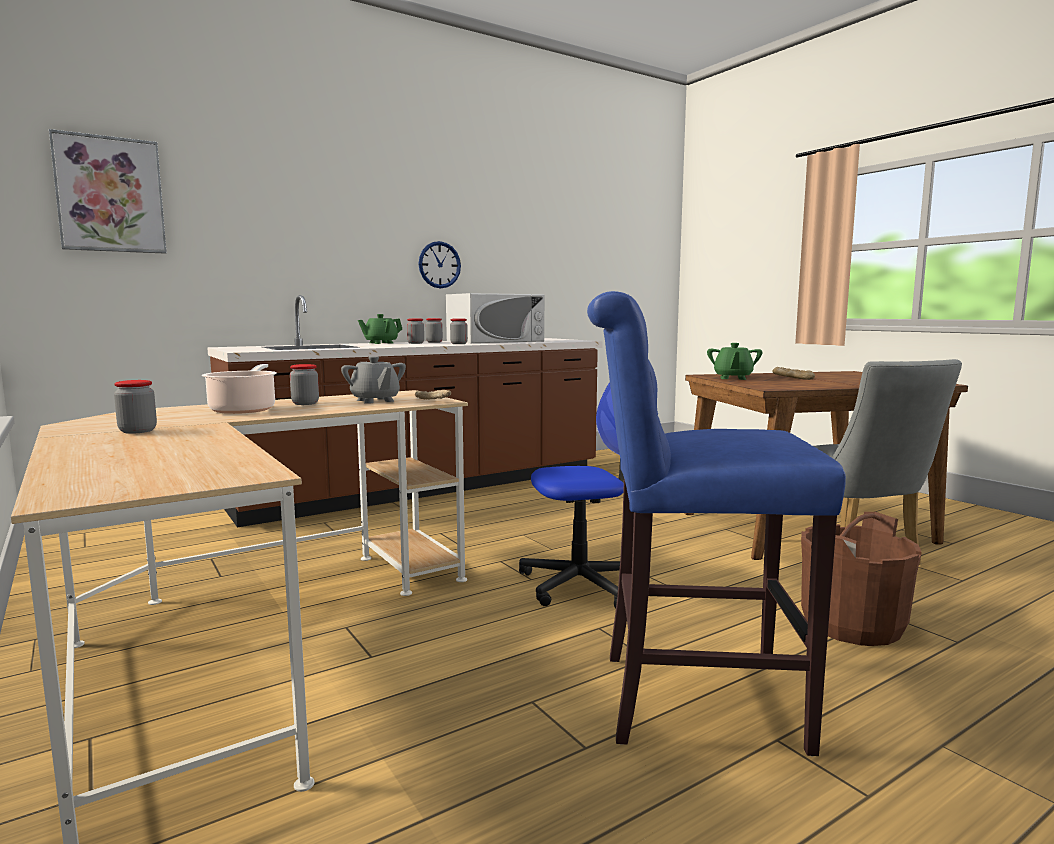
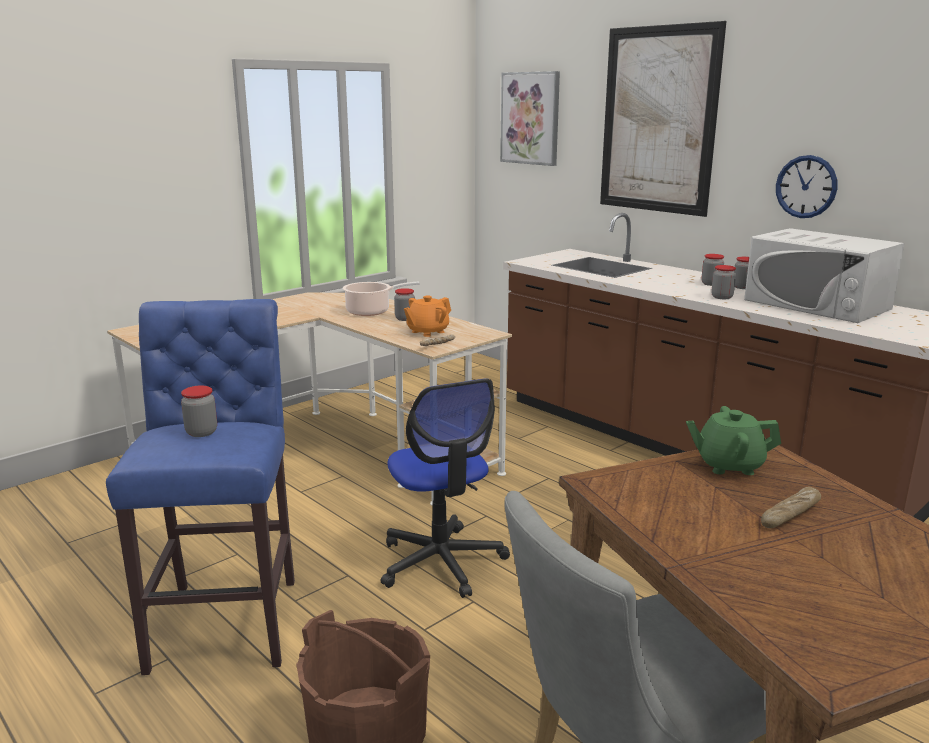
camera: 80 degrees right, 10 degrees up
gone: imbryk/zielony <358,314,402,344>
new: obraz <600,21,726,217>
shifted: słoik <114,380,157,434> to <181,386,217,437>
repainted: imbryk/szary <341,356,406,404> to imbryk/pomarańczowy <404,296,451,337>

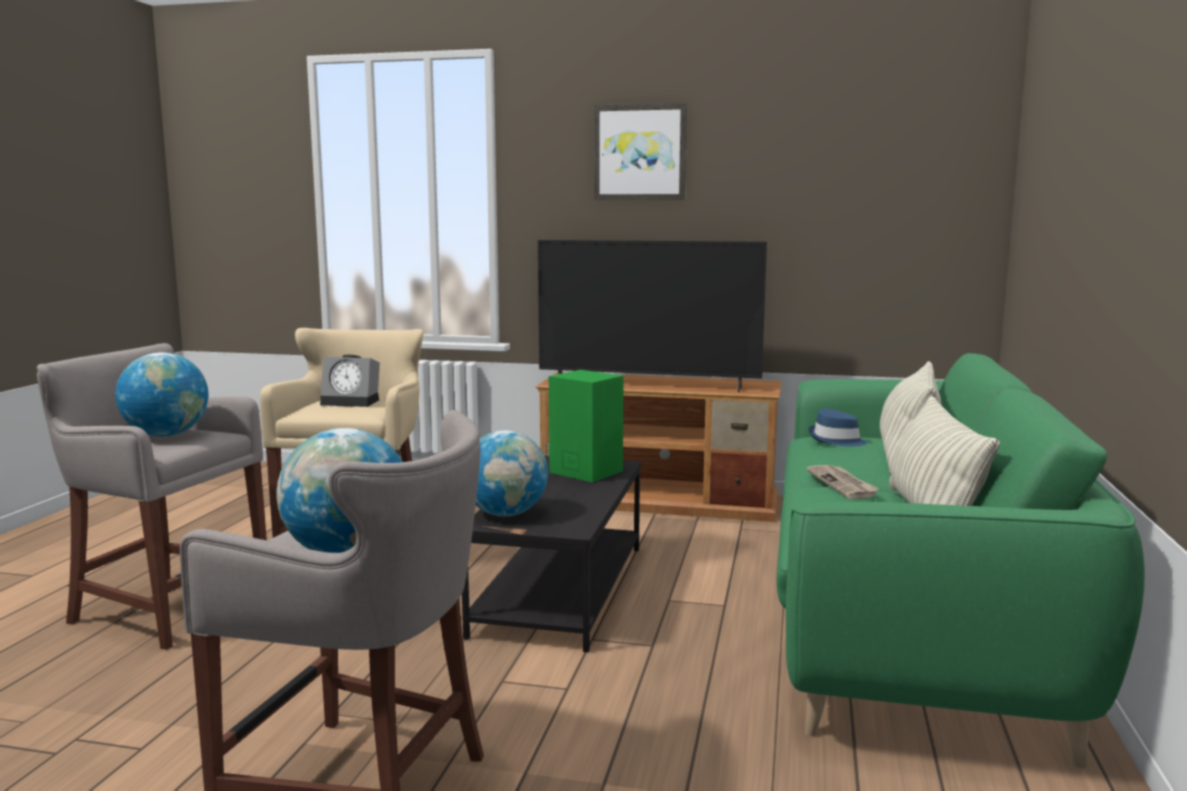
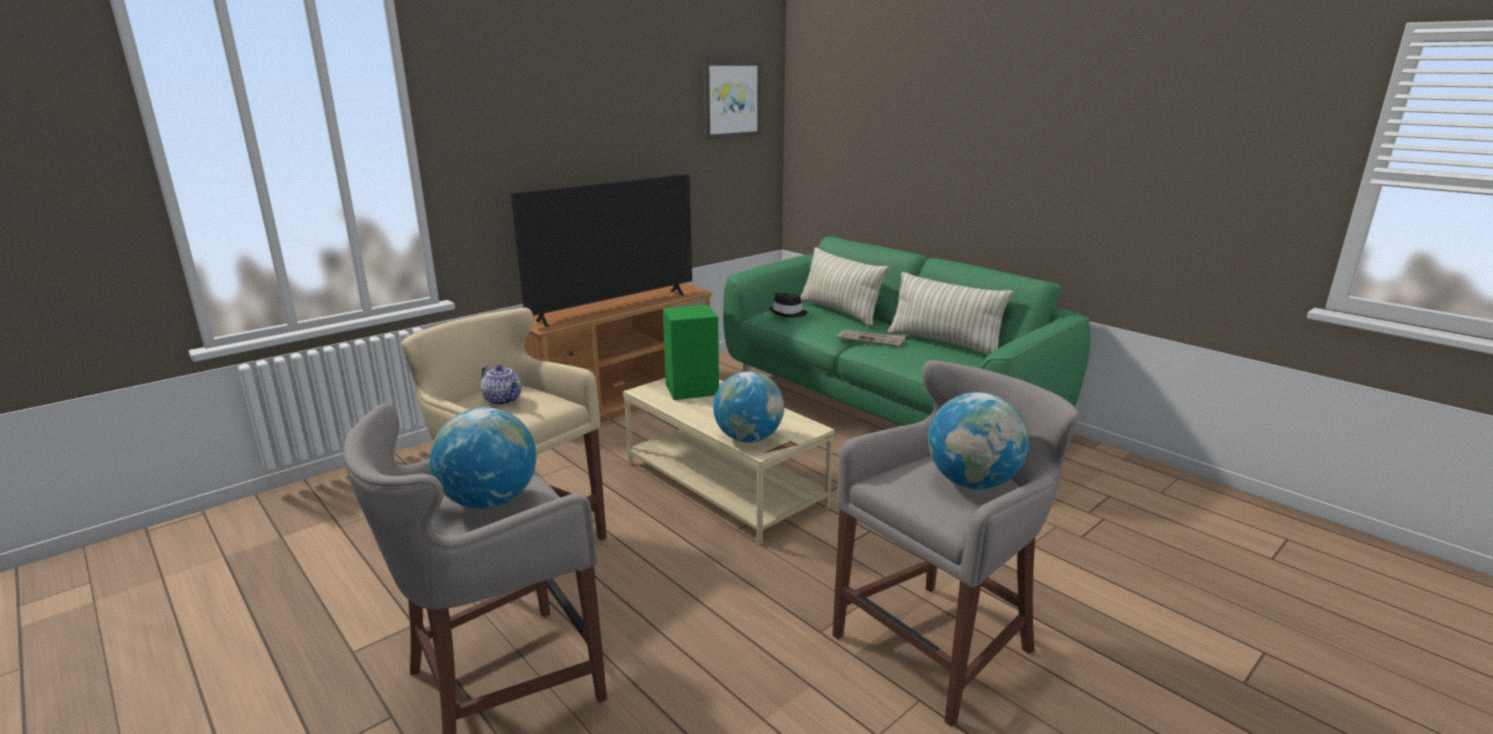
camera: 55 degrees left, 10 degrees up
shifted: obraz <594,103,687,200> to <704,61,761,139>
swapped: budzik <320,355,380,407> to imbryk <481,365,521,405>
repainted: ława/czarny <462,456,641,653> to ława/beżowy <623,378,835,545>; kapelusz/niebieski <809,408,867,447> to kapelusz/czarny <769,293,808,317>

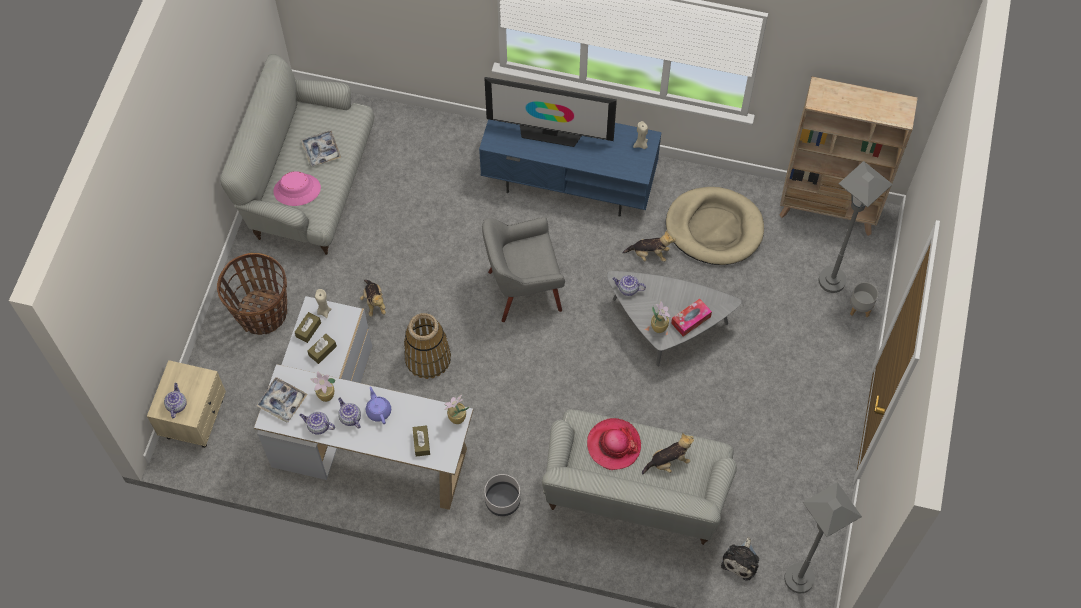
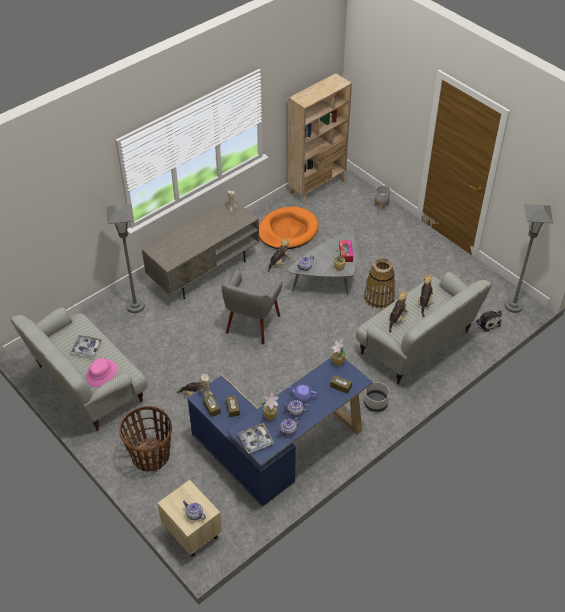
camera: 55 degrees left, 15 degrees down
gone: telewizor <484,77,617,147>
shifted: koszyk <404,313,451,379> to <364,258,395,309>; lampa stojąca/szary <819,161,893,293> to <106,204,145,313>
swapped: kapelusz <587,418,641,470> to pluszak <388,291,408,333>
repainted: biurko/biały <254,296,473,510> to biurko/niebieski <187,357,373,507>; szafka pod telewizor/niebieski <479,119,662,217> to szafka pod telewizor/szary <142,199,259,299>; legowisko/beżowy <666,187,764,265> to legowisko/pomarańczowy <259,207,318,249>

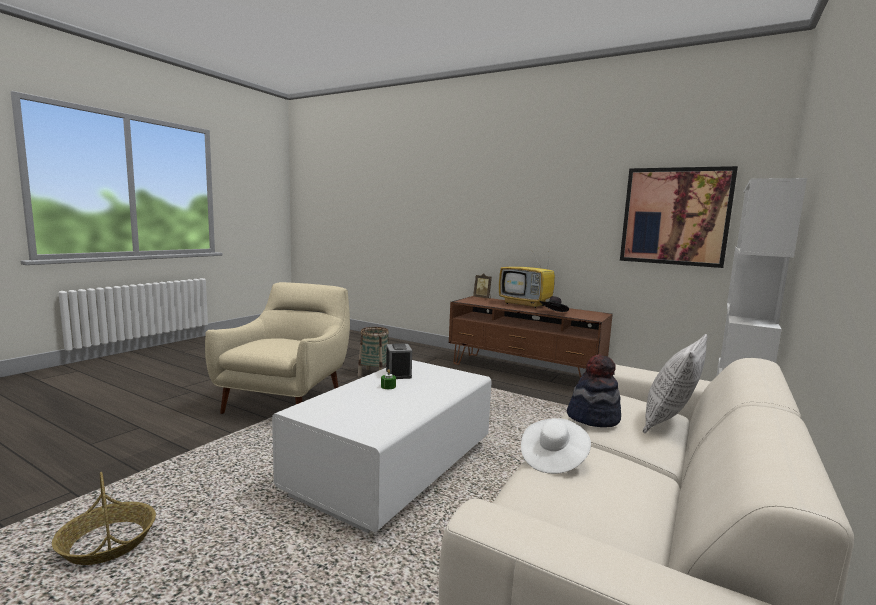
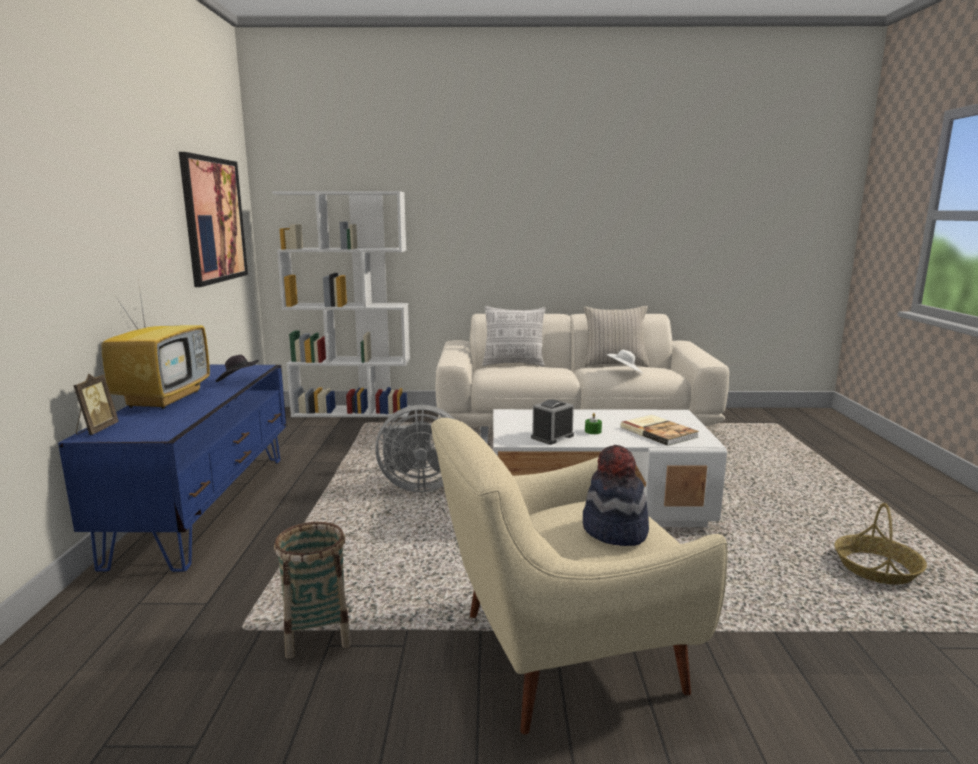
camera: 120 degrees left, 5 degrees up
new: wentylator/szary <375,405,454,492>; poduszka/beżowy <583,306,649,367>; książka <620,415,699,446>
shifted: kapelusz <567,354,621,427> to <583,445,649,546>
repainted: szafka pod telewizor/brązowy <449,296,613,378> to szafka pod telewizor/niebieski <58,365,286,572>

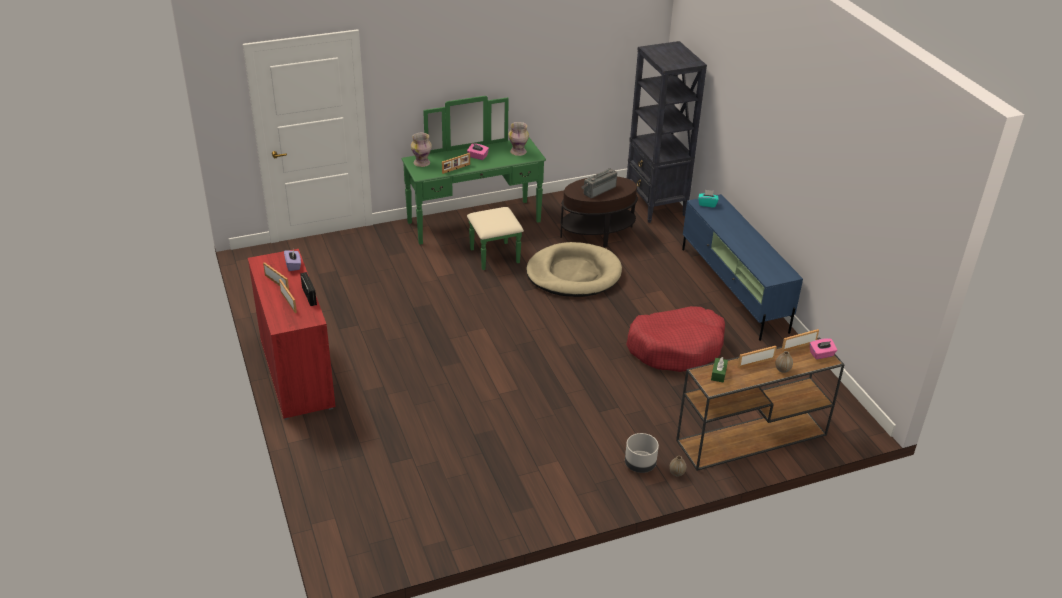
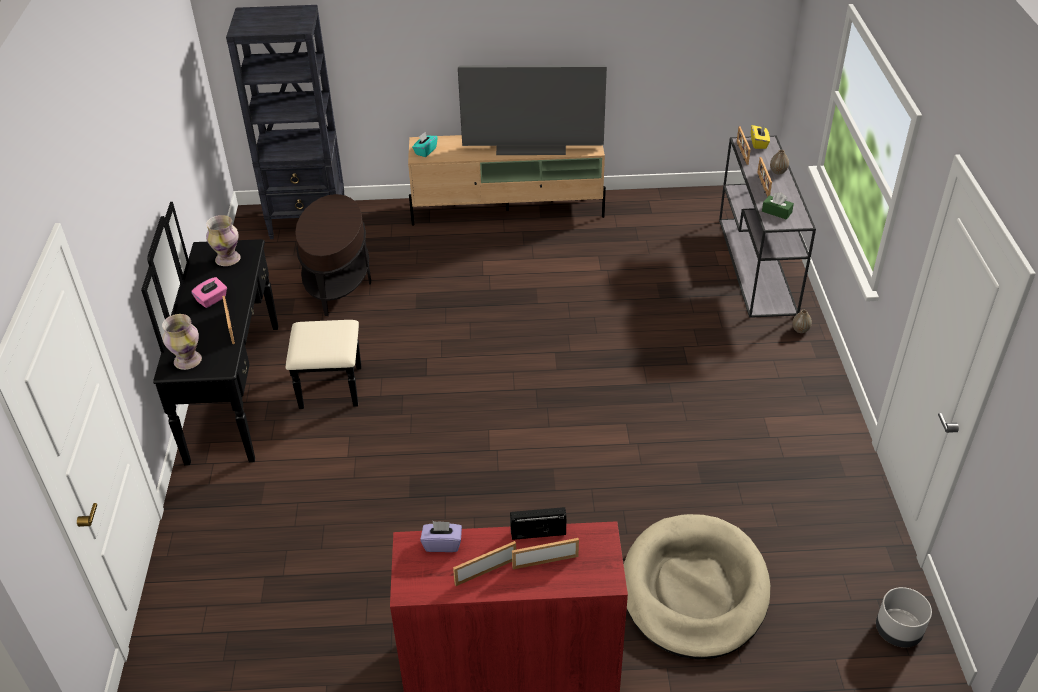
camera: 70 degrees left, 5 degrees up
gone: radio <582,168,617,198>; legowisko/czerwony <626,306,725,372>
new: telewizor <458,65,607,155>
shifted: legowisko/beżowy <526,242,622,297> to <624,514,770,660>; donica/szary <625,433,659,473> to <876,587,932,647>
repainted: komoda/zielony <402,96,546,270> to komoda/czarny <141,202,361,466>; stolik konsolowy/brązowy <676,337,845,471> to stolik konsolowy/szary <719,135,816,318>; szafka pod telewizor/niebieski <682,194,803,341> to szafka pod telewizor/beżowy <408,135,606,226>; pudełko chusteczek/różowy <810,338,837,359> to pudełko chusteczek/żółty <751,124,770,149>

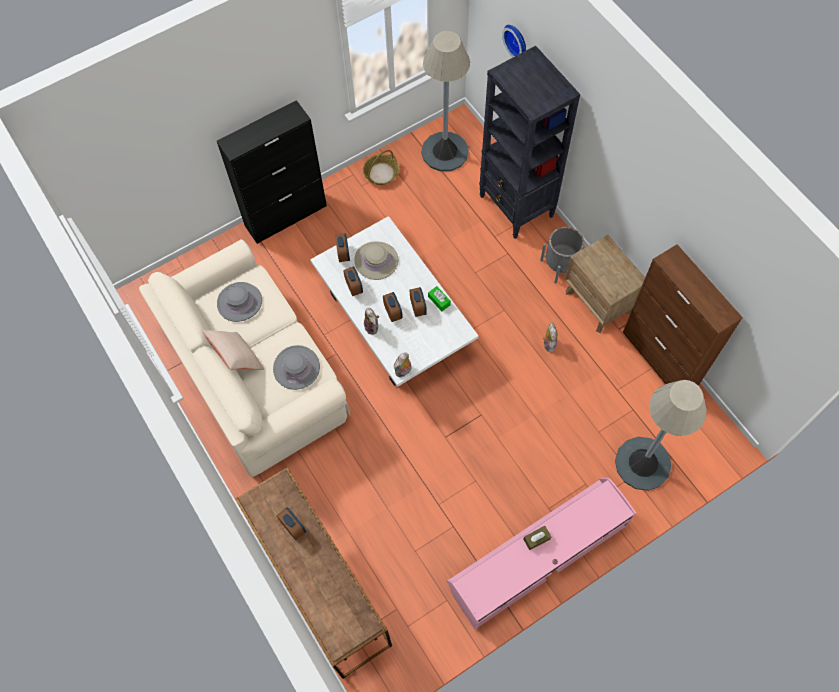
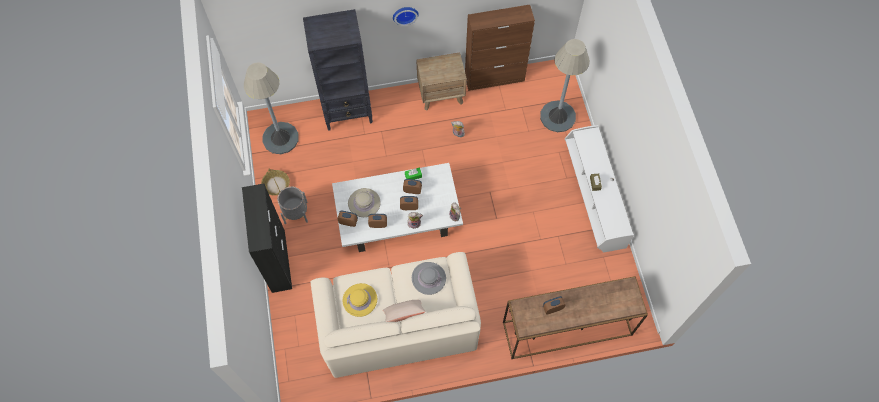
camera: 70 degrees left, 0 degrees up
shifted: zegar ścienny <502,25,526,57> to <393,7,419,26>; donica/szary <540,227,584,283> to <277,186,308,224>
repainted: kapelusz/szary <217,282,262,322> to kapelusz/żółty <343,283,377,317>; szafka pod telewizor/różowy <447,478,636,629> to szafka pod telewizor/biały <565,125,634,253>

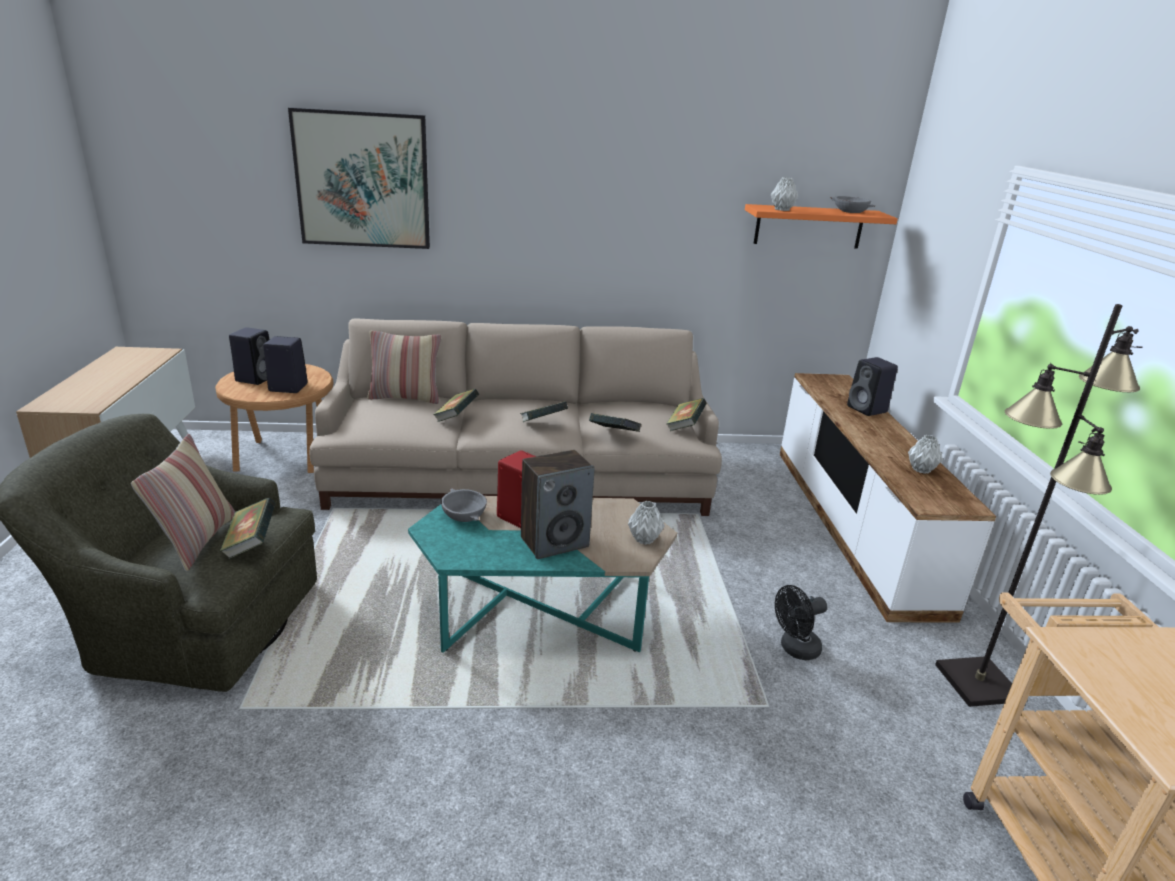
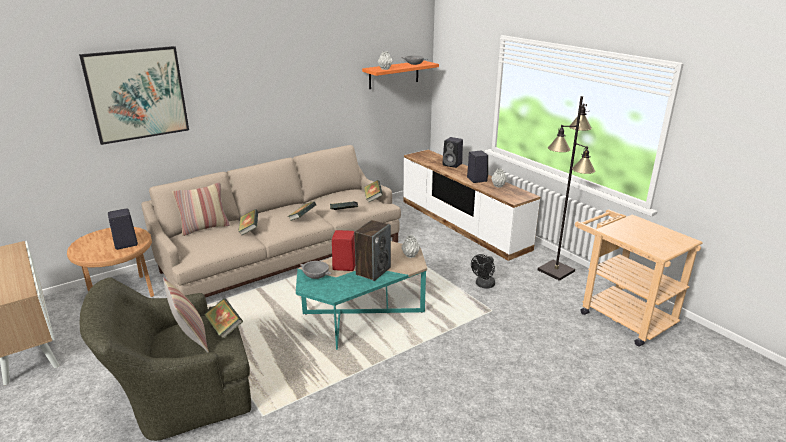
camera: 30 degrees left, 0 degrees up
shifted: głośnik/czarny <229,327,270,385> to <467,151,489,183>

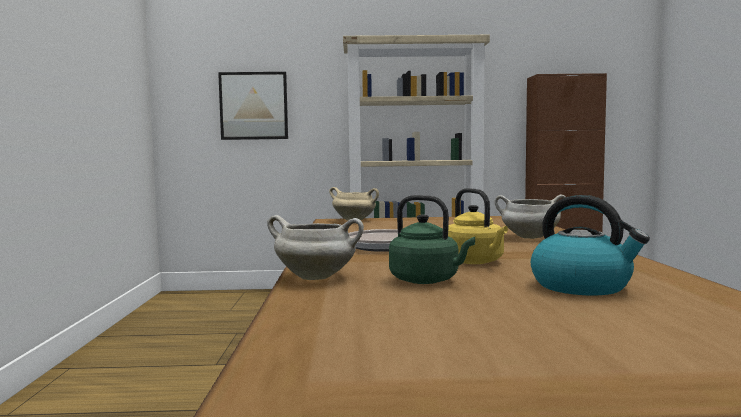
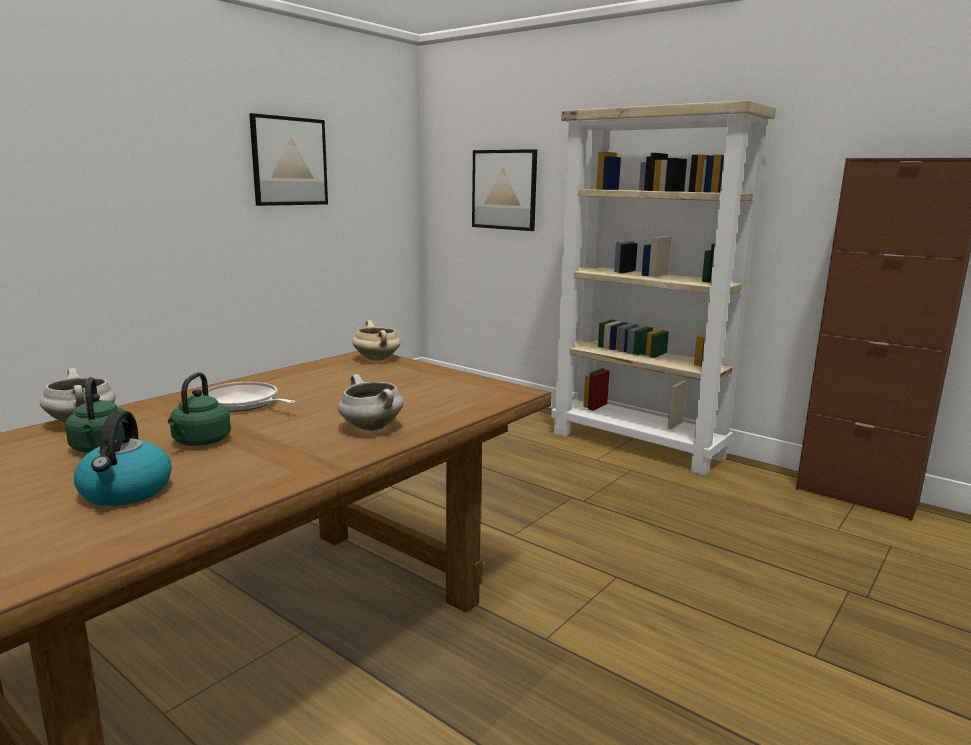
camera: 40 degrees right, 10 degrees up
new: obraz <249,113,328,206>
repainted: czajnik/żółty <448,188,508,264> to czajnik/zielony <168,372,231,446>

